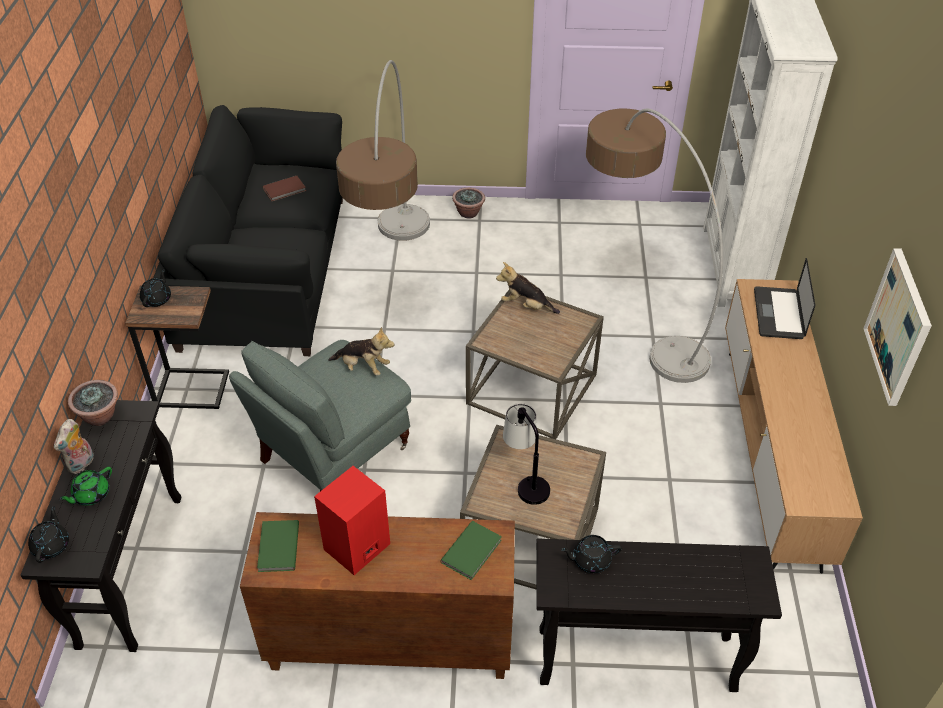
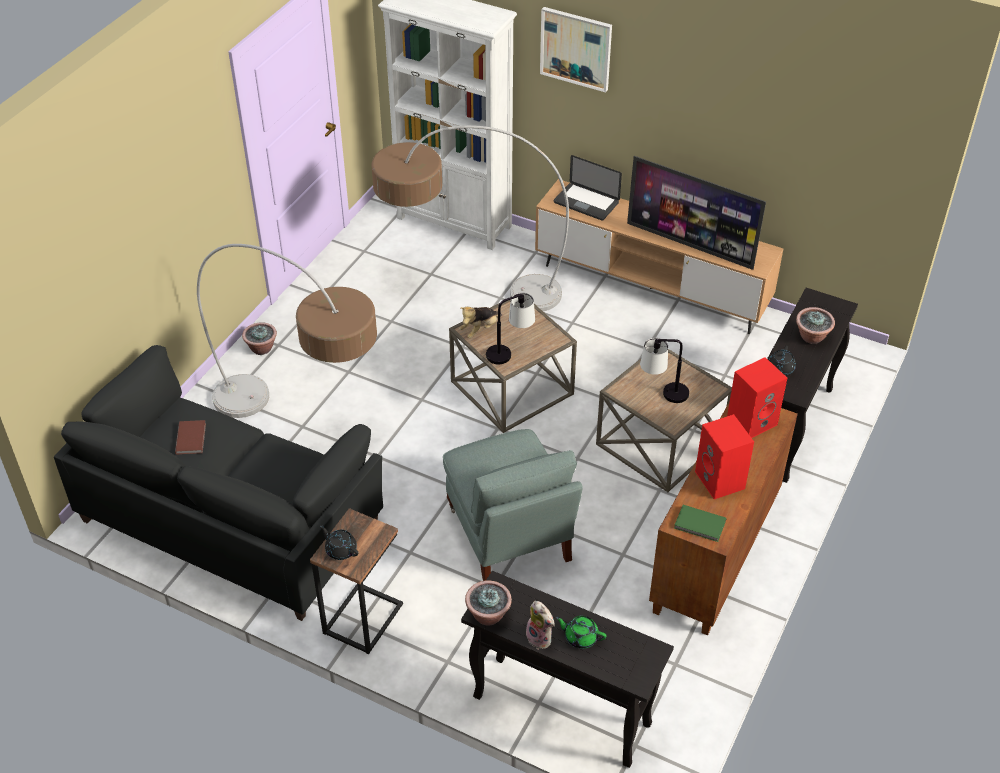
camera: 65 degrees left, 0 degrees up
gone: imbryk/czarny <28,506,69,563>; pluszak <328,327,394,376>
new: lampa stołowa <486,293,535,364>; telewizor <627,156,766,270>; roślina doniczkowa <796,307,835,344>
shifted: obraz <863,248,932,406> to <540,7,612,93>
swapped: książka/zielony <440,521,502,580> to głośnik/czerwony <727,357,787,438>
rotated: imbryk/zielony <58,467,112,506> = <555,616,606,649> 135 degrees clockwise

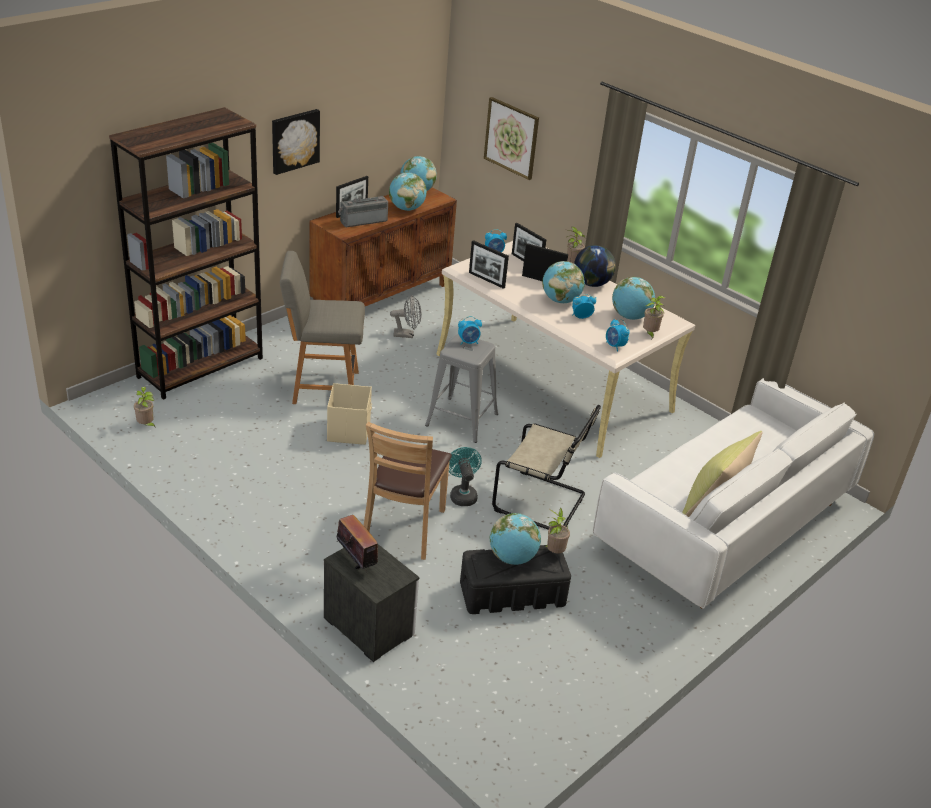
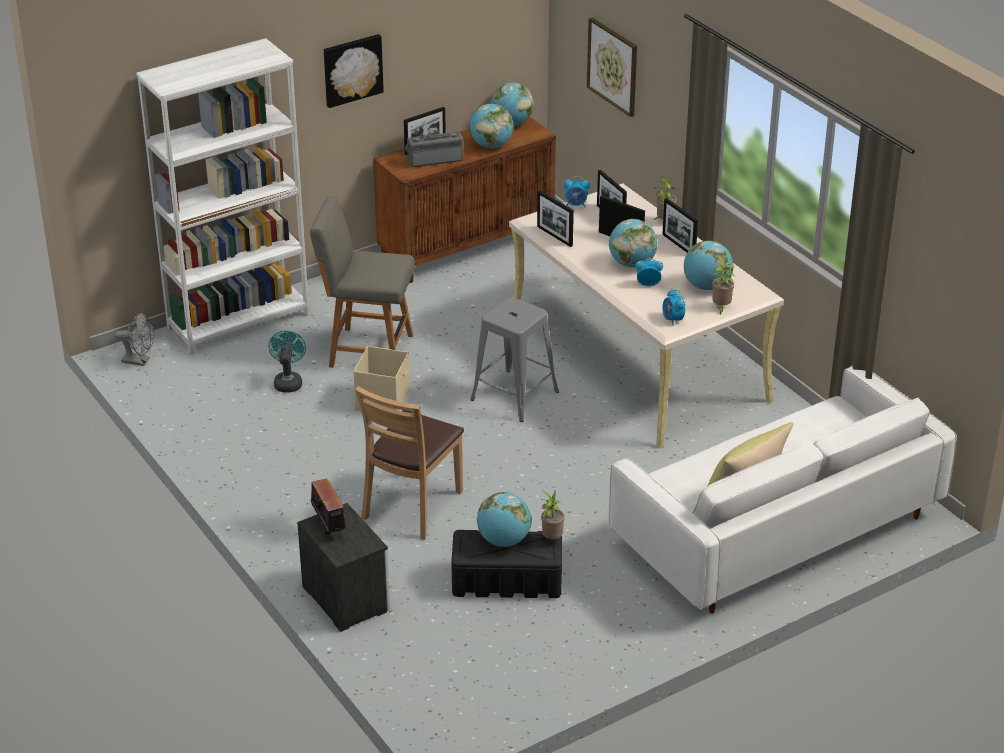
camera: 15 degrees right, 0 degrees up
gone: roślina doniczkowa <134,387,156,428>; budzik <458,316,482,345>; krzesło/beżowy <492,405,601,529>
shifted: wentylator/szary <390,295,422,338> to <115,313,154,366>; wentylator/turkusowy <449,447,482,506> to <268,331,306,393>
swapped: globus <574,245,616,287> to ramka na zdjęcie <662,198,698,252>
repainted: regał/brązowy <109,107,263,400> to regał/biały <136,38,309,354>

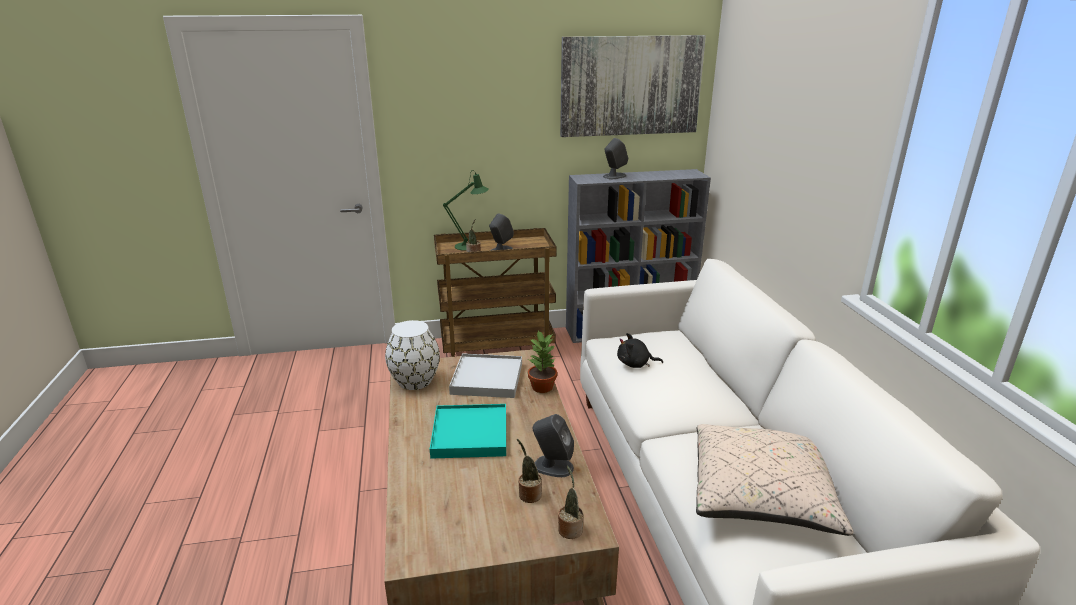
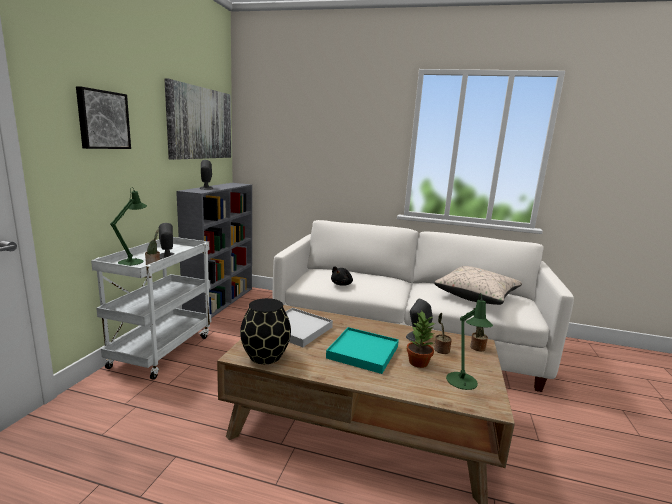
camera: 65 degrees left, 10 degrees down
new: obraz <76,86,131,149>; lampa stołowa/zielony <446,293,493,390>
shifted: roślina doniczkowa <528,331,557,393> to <407,311,436,368>
repainted: wazon/biały <385,320,440,390> to wazon/czarny <240,298,291,364>; wózek/brązowy <434,228,557,357> to wózek/biały <91,237,211,380>

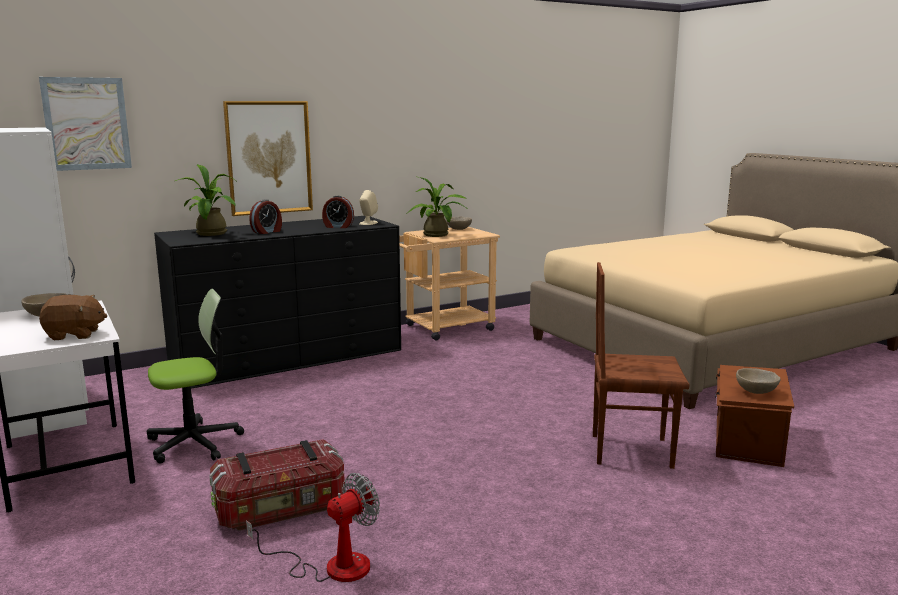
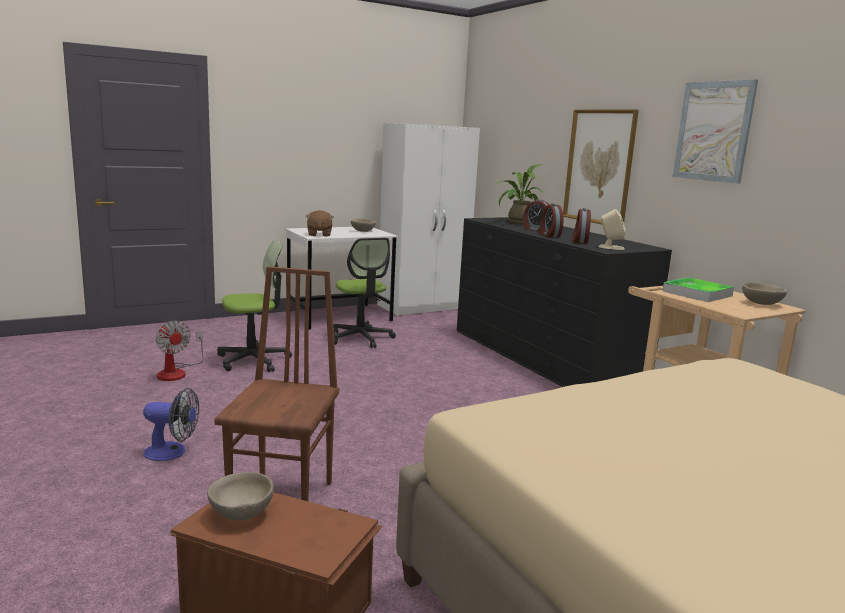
camera: 90 degrees right, 0 degrees up
new: wentylator <143,388,199,461>; budzik <539,204,563,237>
shifted: obraz <39,77,132,171> to <672,79,758,184>
swapped: pojemnik do przechowywania <209,439,345,531> to krzesło biurowe <217,240,292,372>; roślina doniczkowa <406,177,469,237> to taca <663,277,734,302>

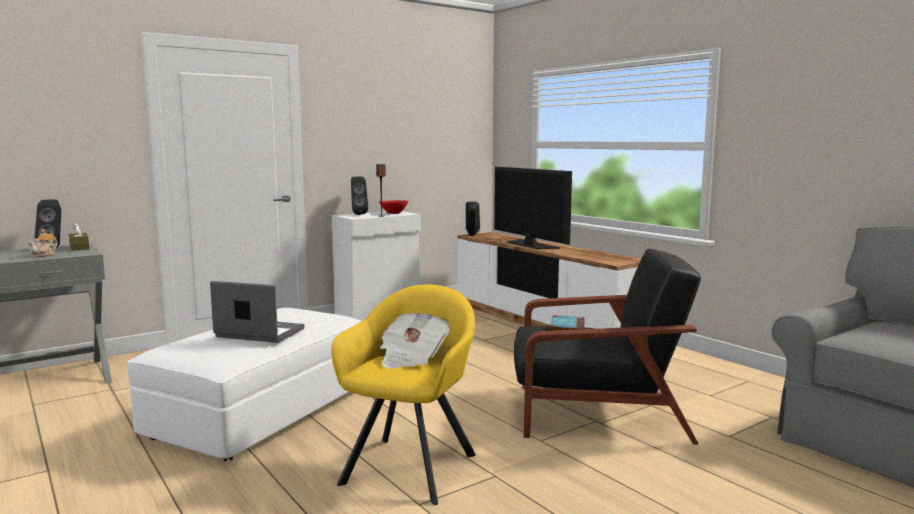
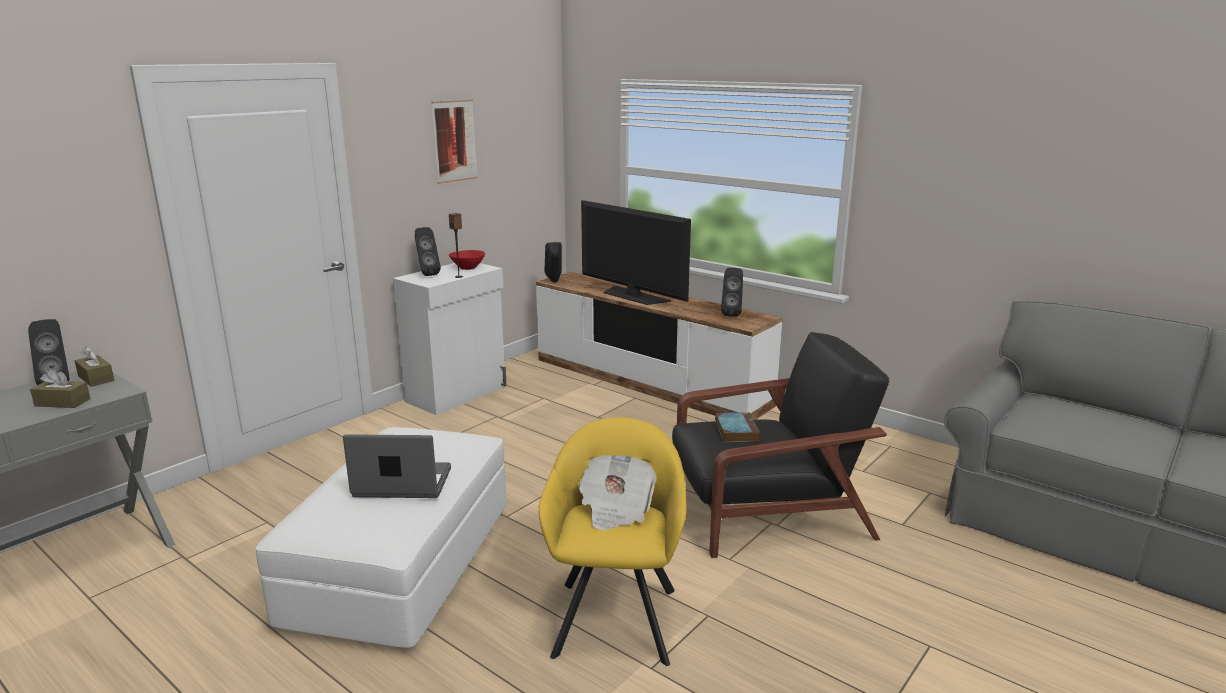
camera: 15 degrees left, 10 degrees up
new: obraz <432,100,477,184>; głośnik/czarny <721,268,743,317>
swapped: imbryk <28,229,58,257> to pudełko chusteczek/brązowy <30,369,91,408>

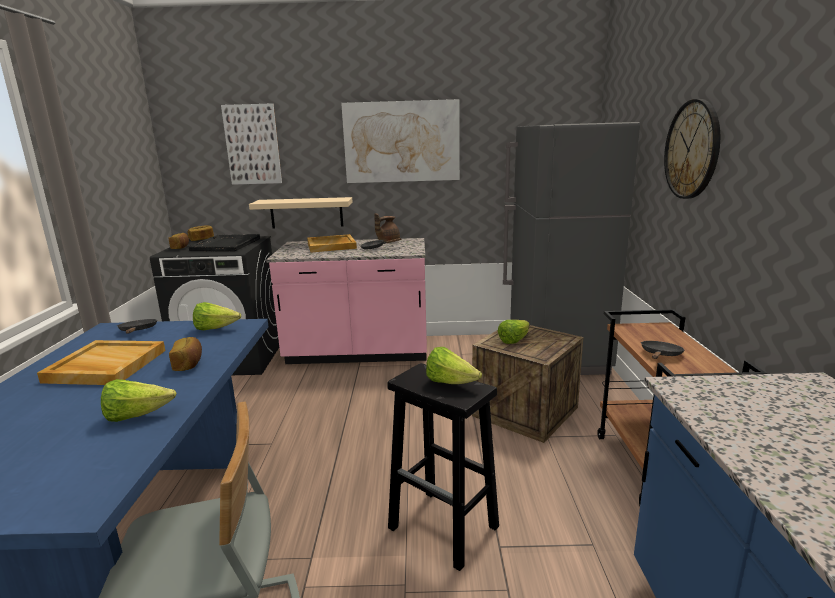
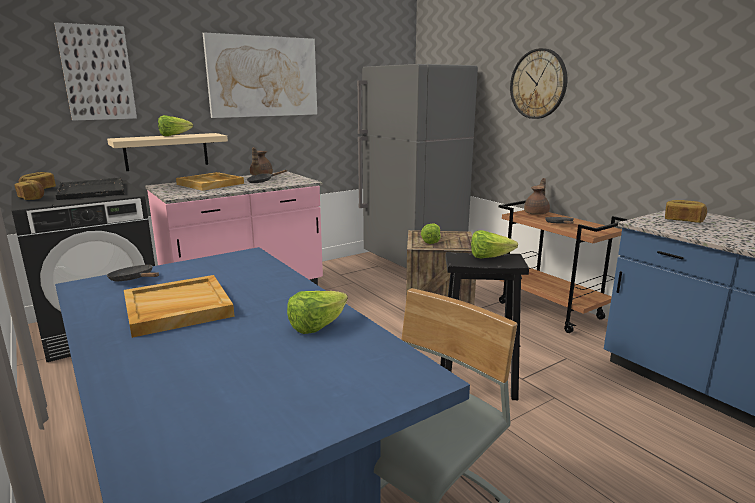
camera: 35 degrees left, 0 degrees up
new: imbryk/brązowy <524,178,550,215>
shifted: chleb <169,337,202,371> to <665,200,707,223>; sałata <193,302,241,330> to <158,115,193,136>

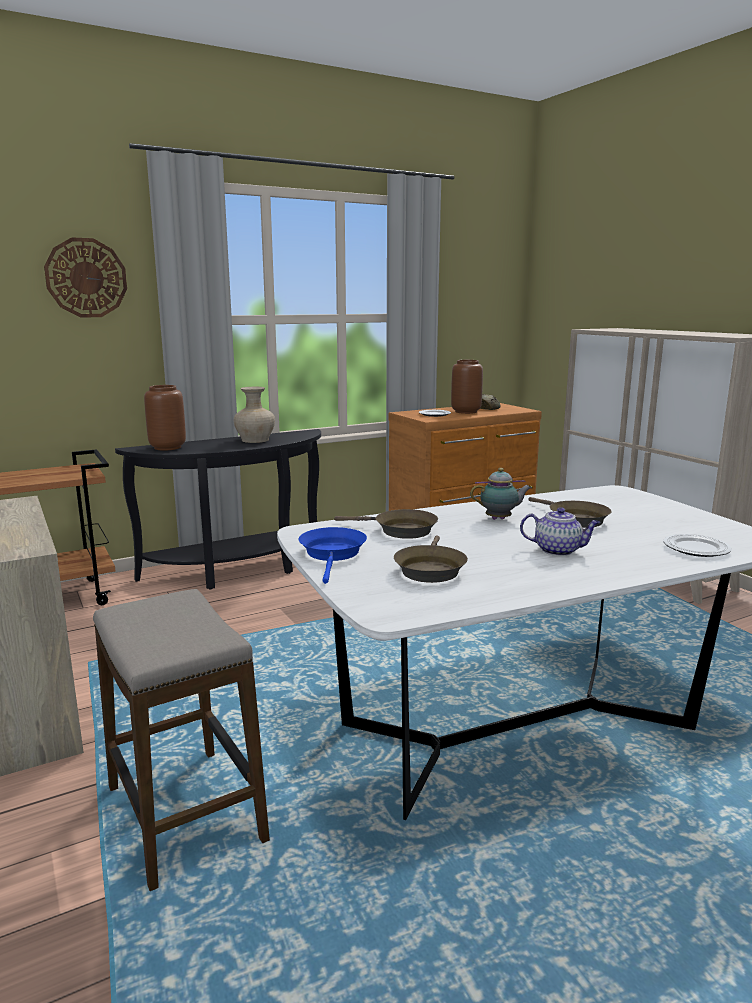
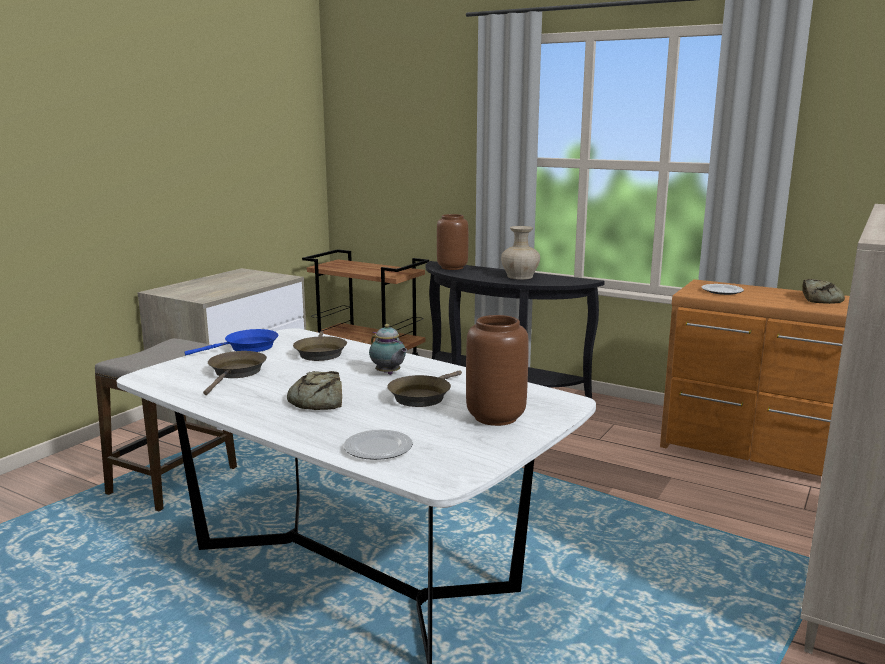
camera: 60 degrees right, 0 degrees up
gone: zegar ścienny <44,237,127,318>
shifted: wazon/brązowy <451,360,483,414> to <466,315,529,426>
swapped: imbryk <520,507,600,556> to chleb <287,371,342,410>
rotated: patelnia/brązowy <394,536,468,583> = <203,351,267,395> 120 degrees clockwise

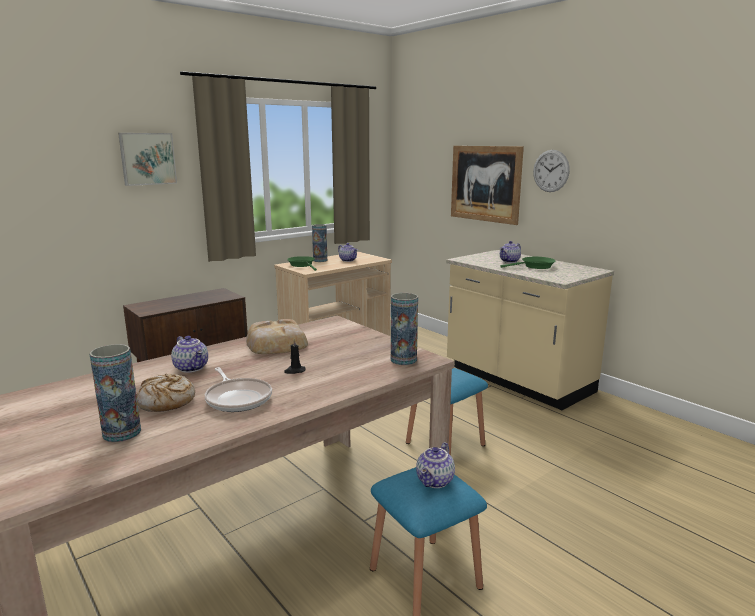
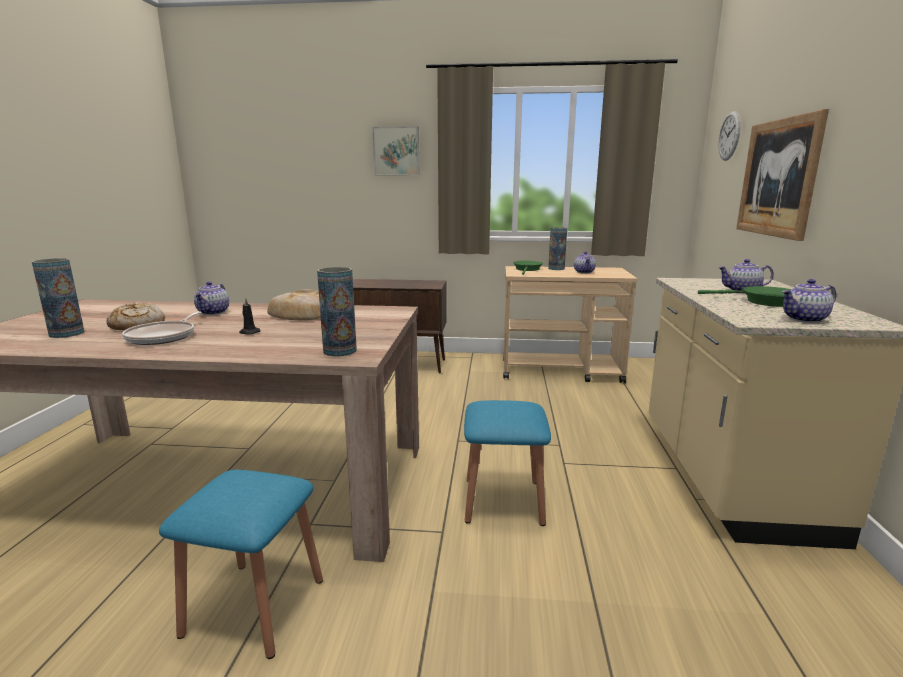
camera: 45 degrees right, 0 degrees up
shifted: imbryk <416,442,455,488> to <782,279,836,323>; zegar ścienny <533,150,570,192> to <718,111,740,161>

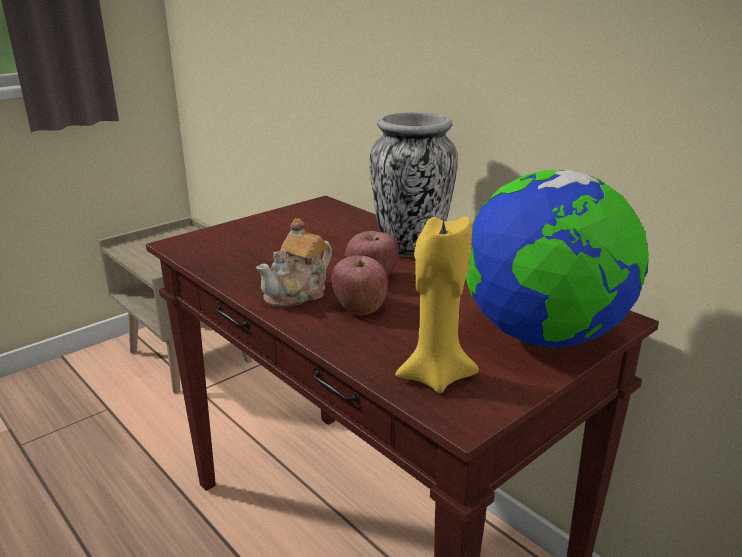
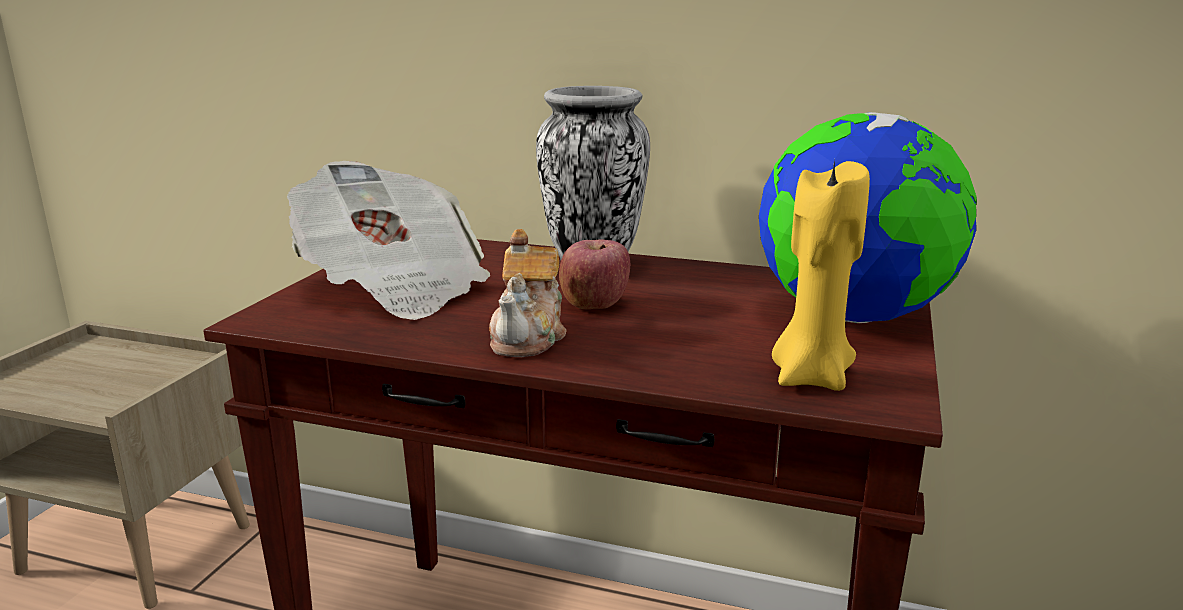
camera: 30 degrees left, 5 degrees down
gone: jabłko <331,255,388,315>
new: gazeta <287,161,490,320>

